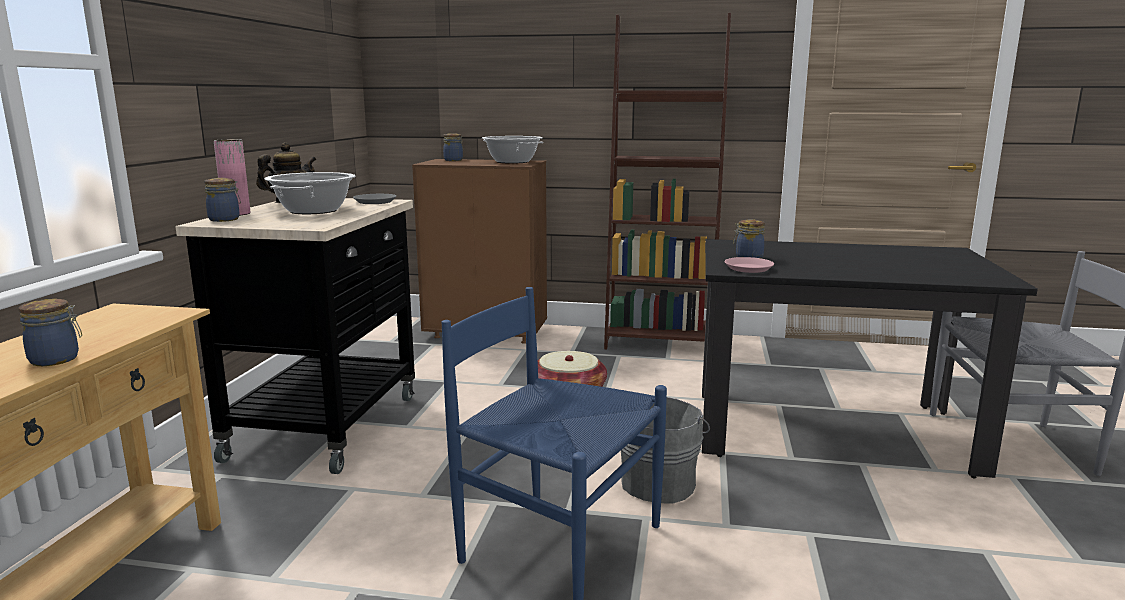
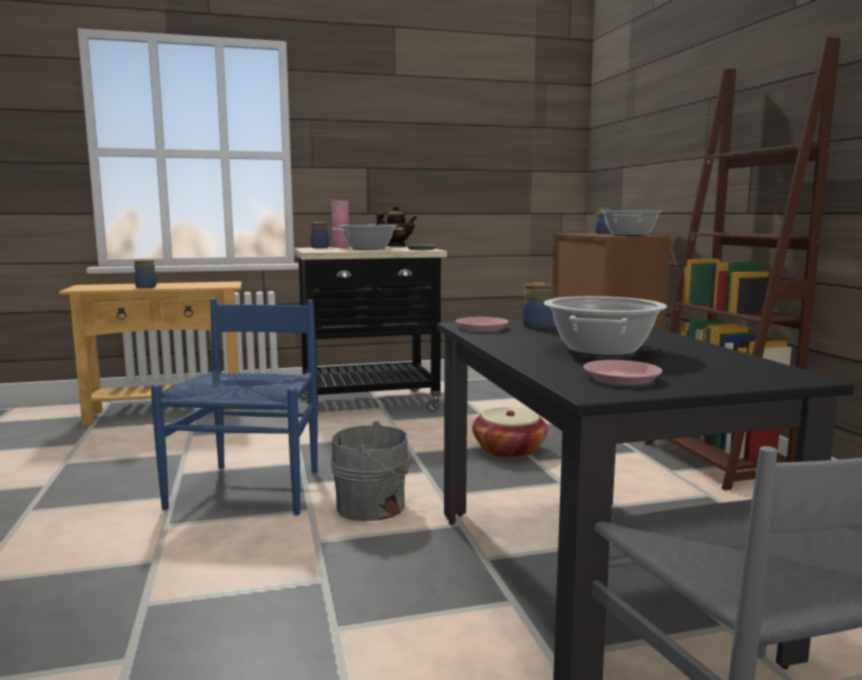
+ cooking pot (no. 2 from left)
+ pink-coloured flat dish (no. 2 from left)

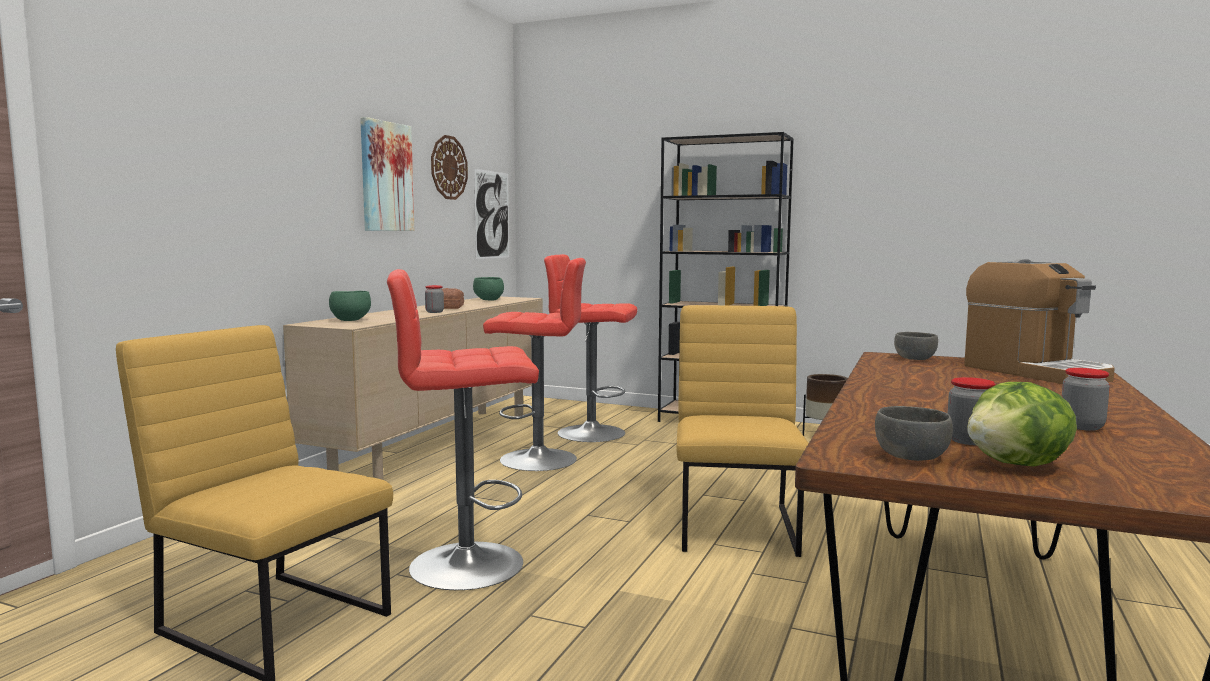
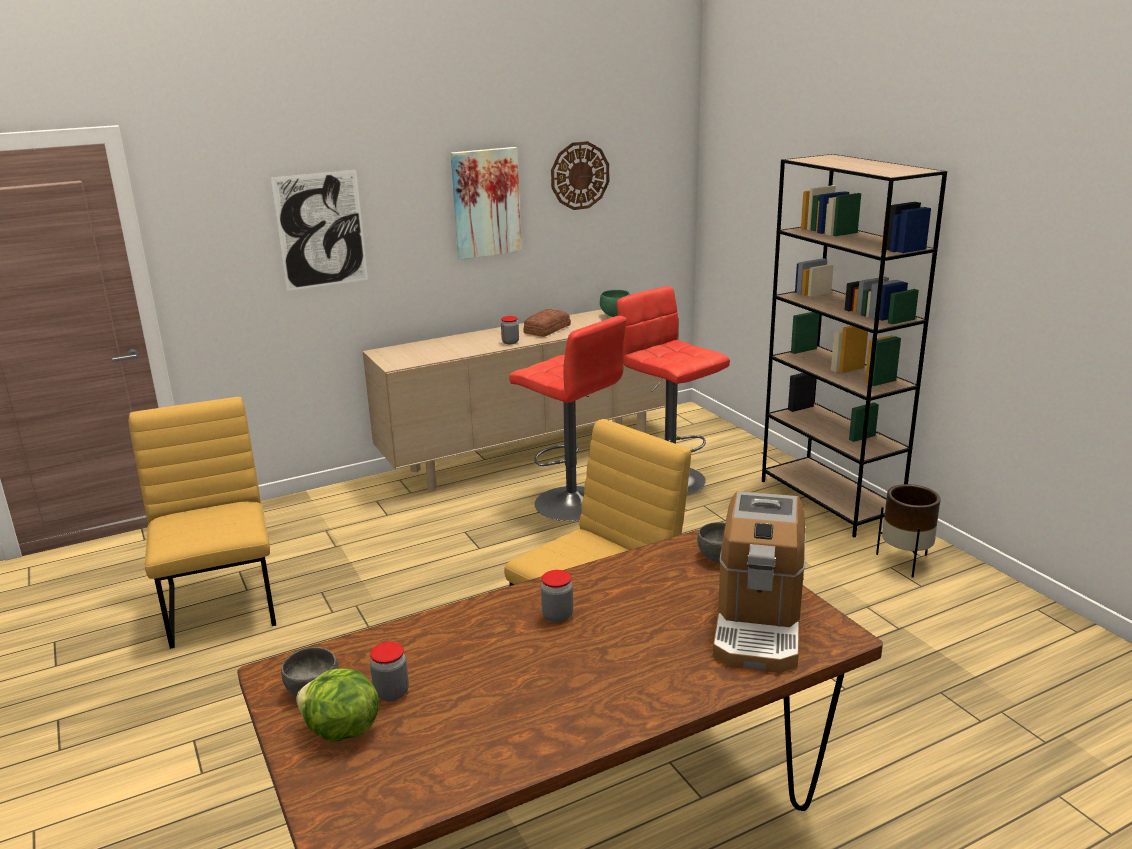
~ wall picture (no. 2 from left in the first image) to wall picture (no. 1 from left)
~ storage jar (no. 3 from left)
- greenish deep dish (no. 1 from left)
- red-coloured sitting stool (no. 1 from left)

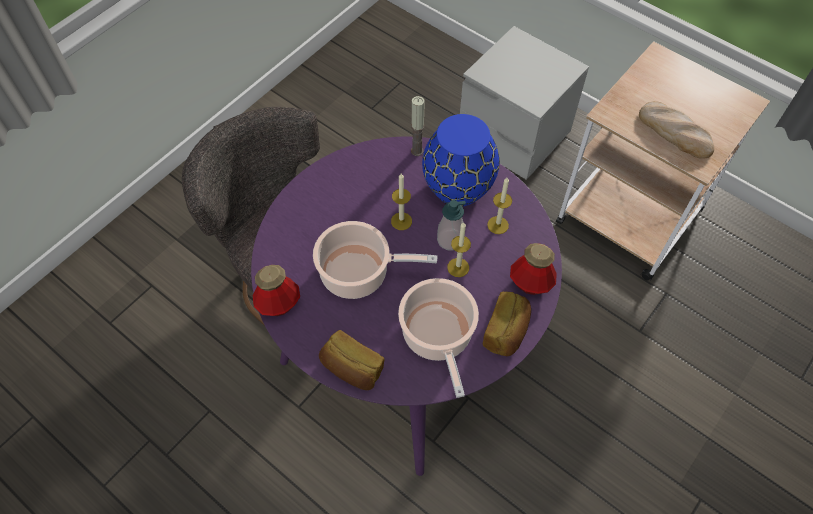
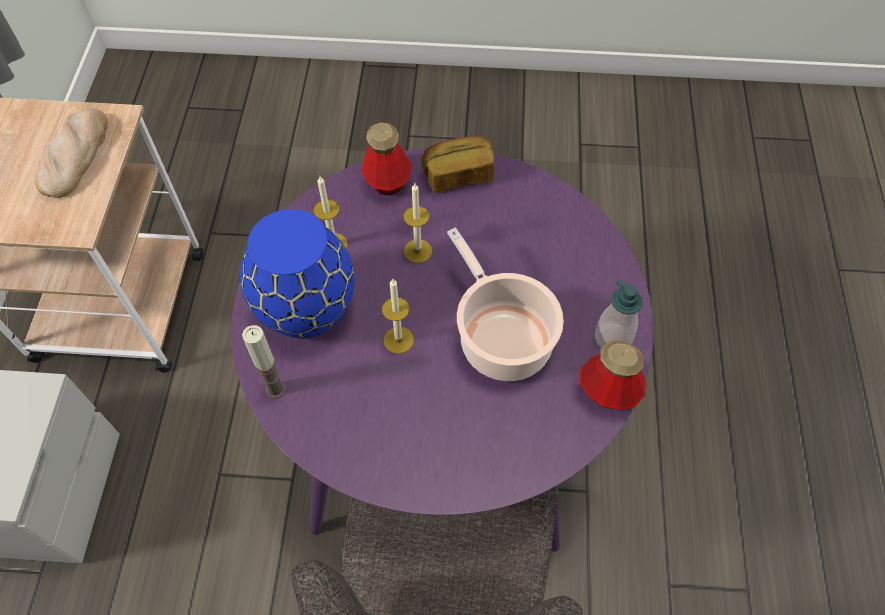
~ soap bottle
- bread (no. 1 from left)
- cooking pot (no. 2 from left)

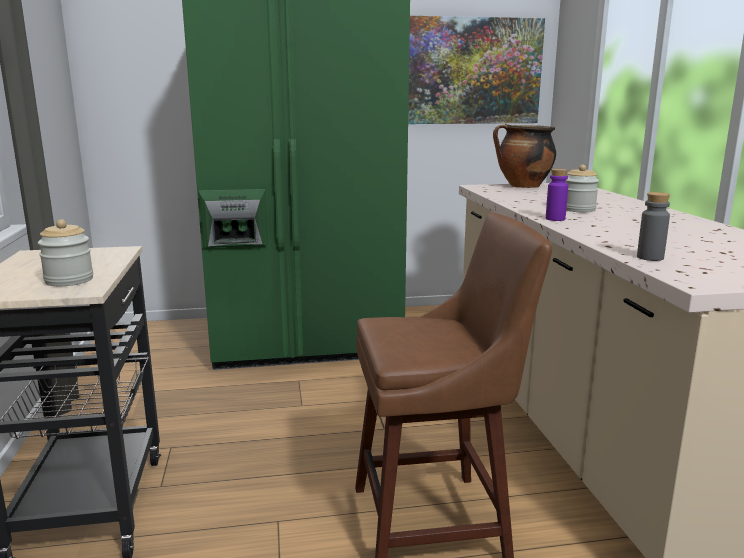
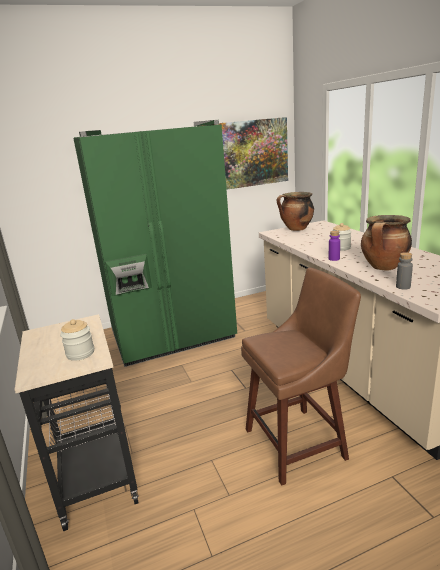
+ cooking pot (no. 2 from left)

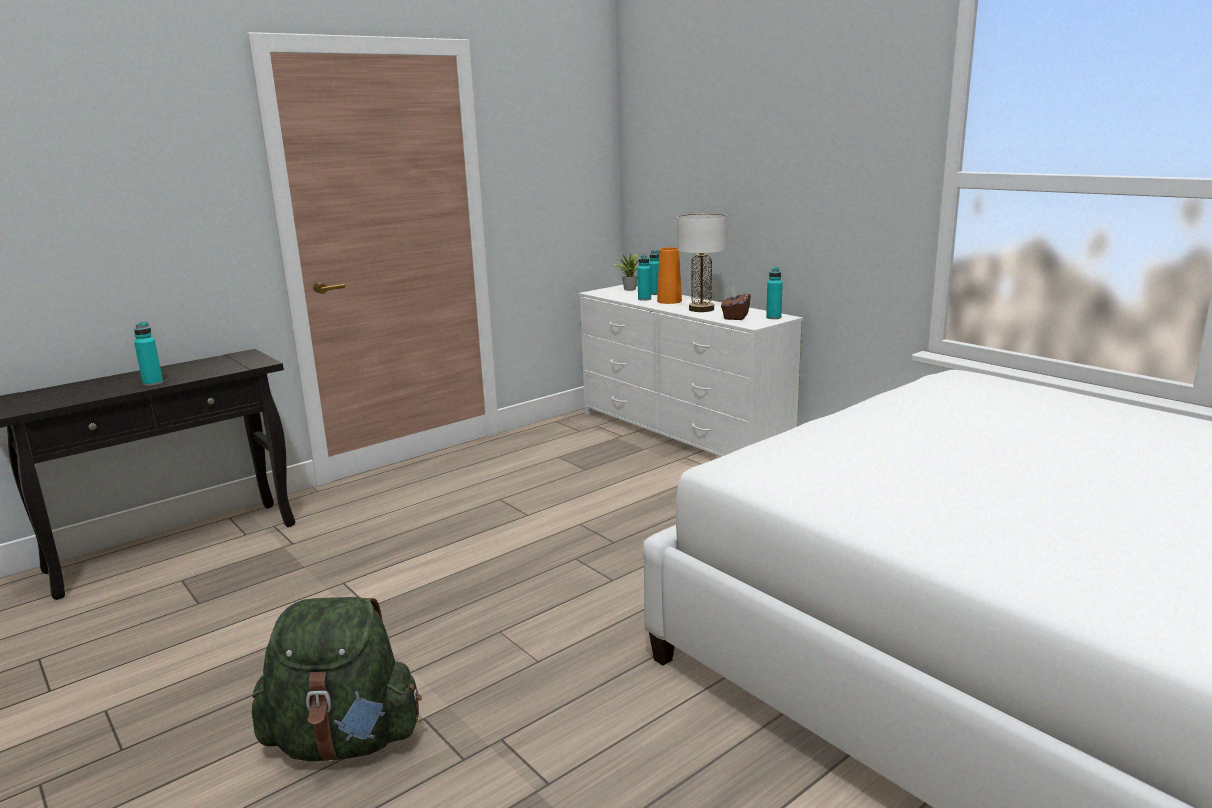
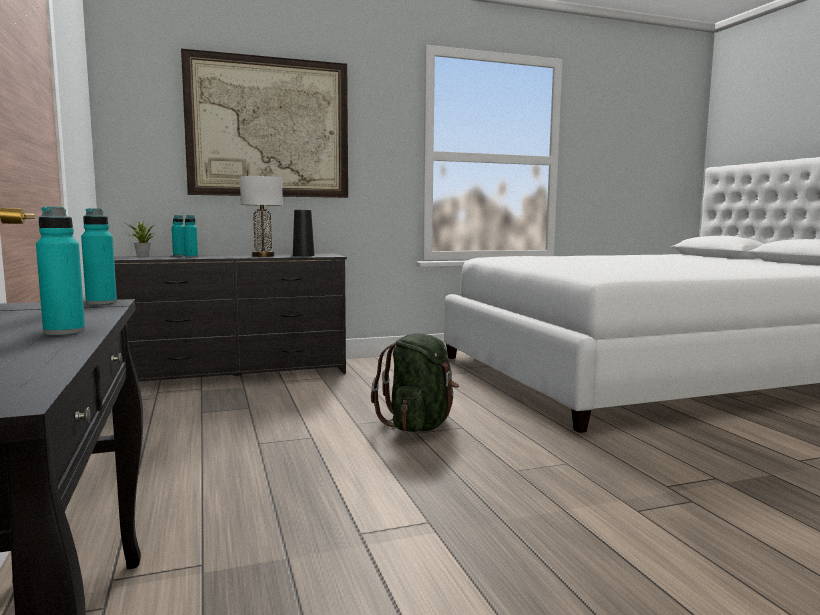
~ turquoise beverage bottle (no. 4 from left in the first image) to turquoise beverage bottle (no. 2 from left)
~ white chest of drawers to black chest of drawers
+ wall picture
~ brown box of tissues to black vase
~ greenish backpack
- orangey vase

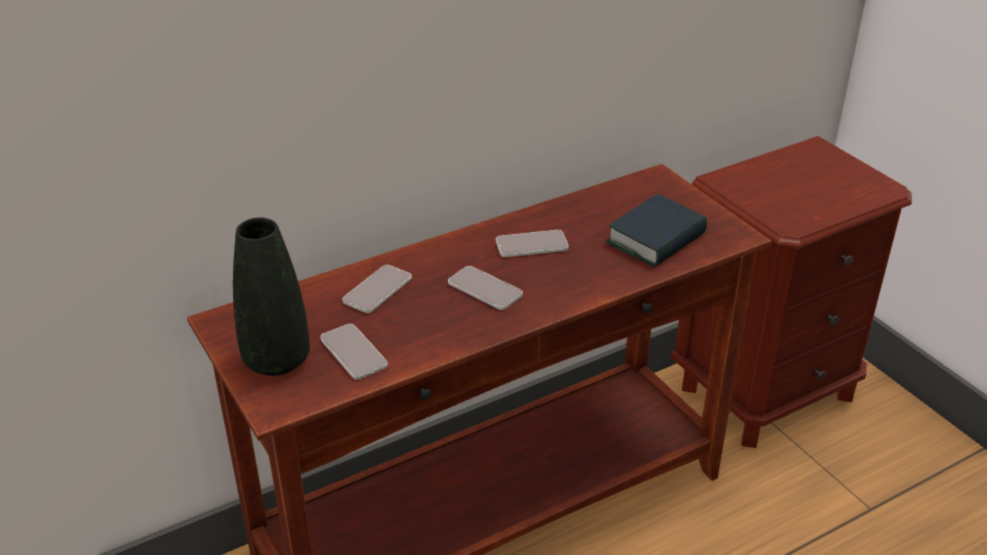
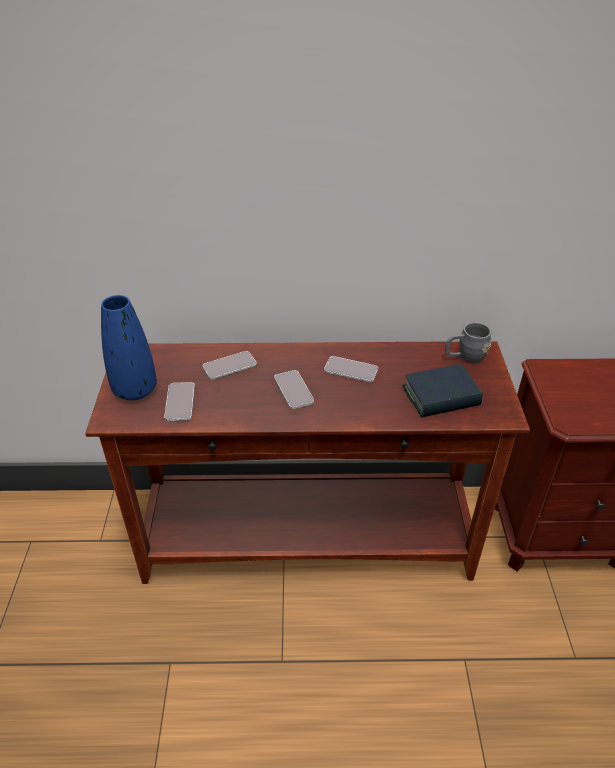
~ black vase to blue-coloured vase
+ gray coffee mug

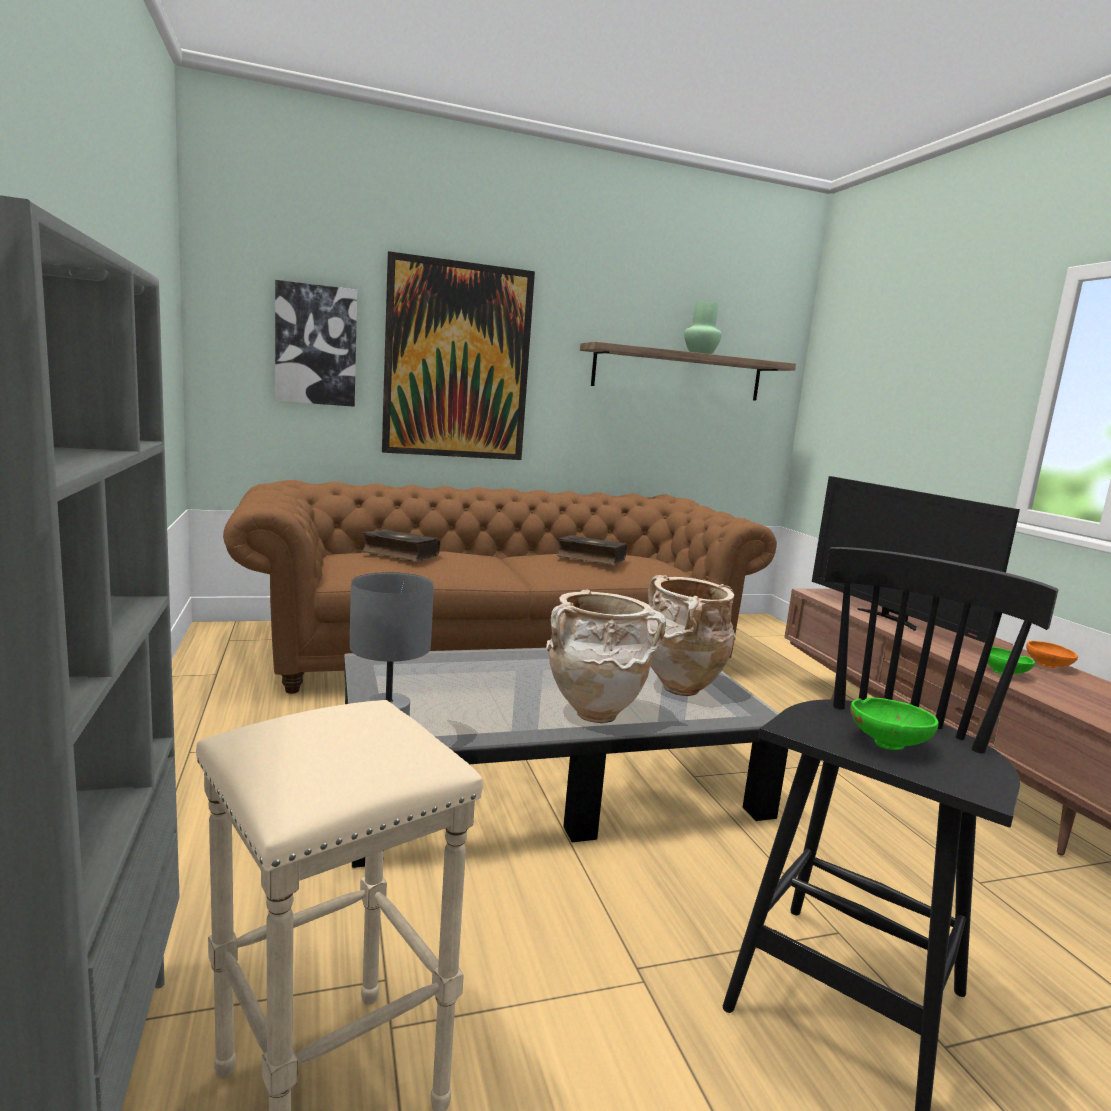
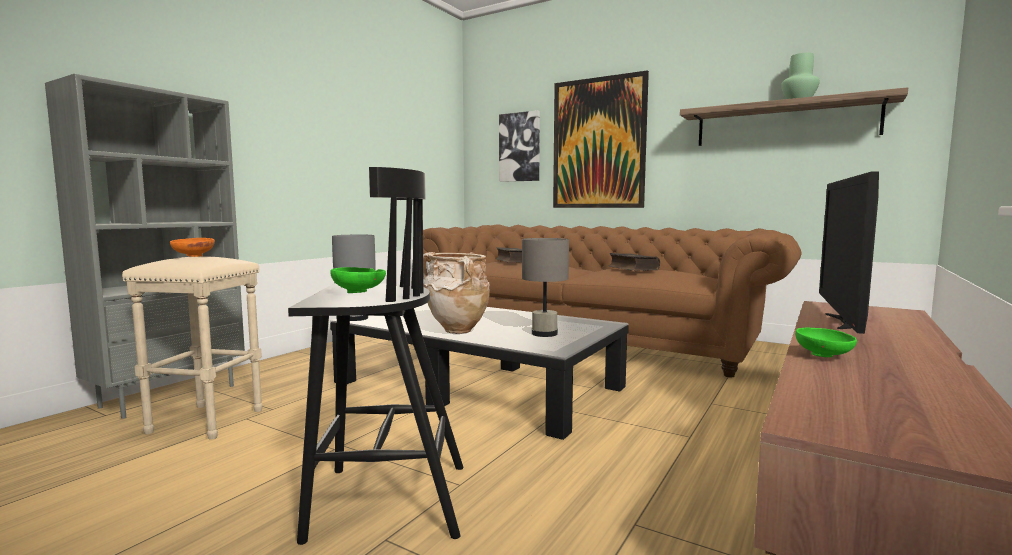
~ orangey deep dish
~ beige-coloured vase (no. 2 from left) to gray tabletop lamp (no. 2 from left)

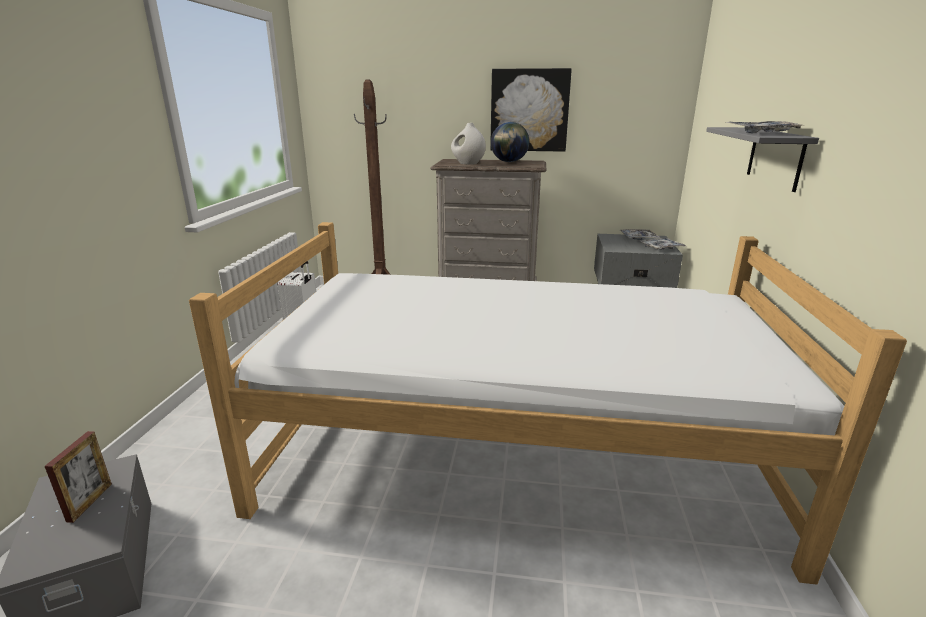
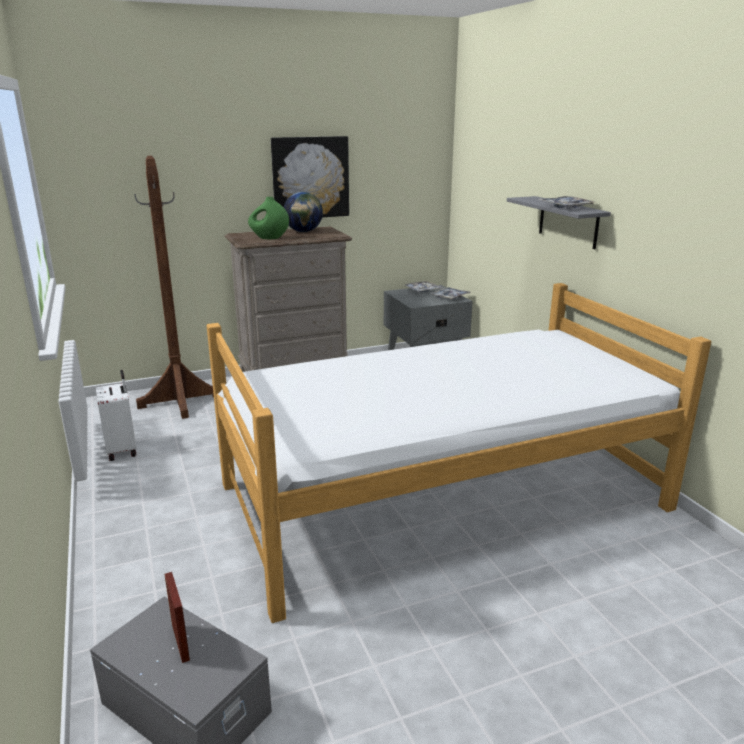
~ white vase to greenish vase

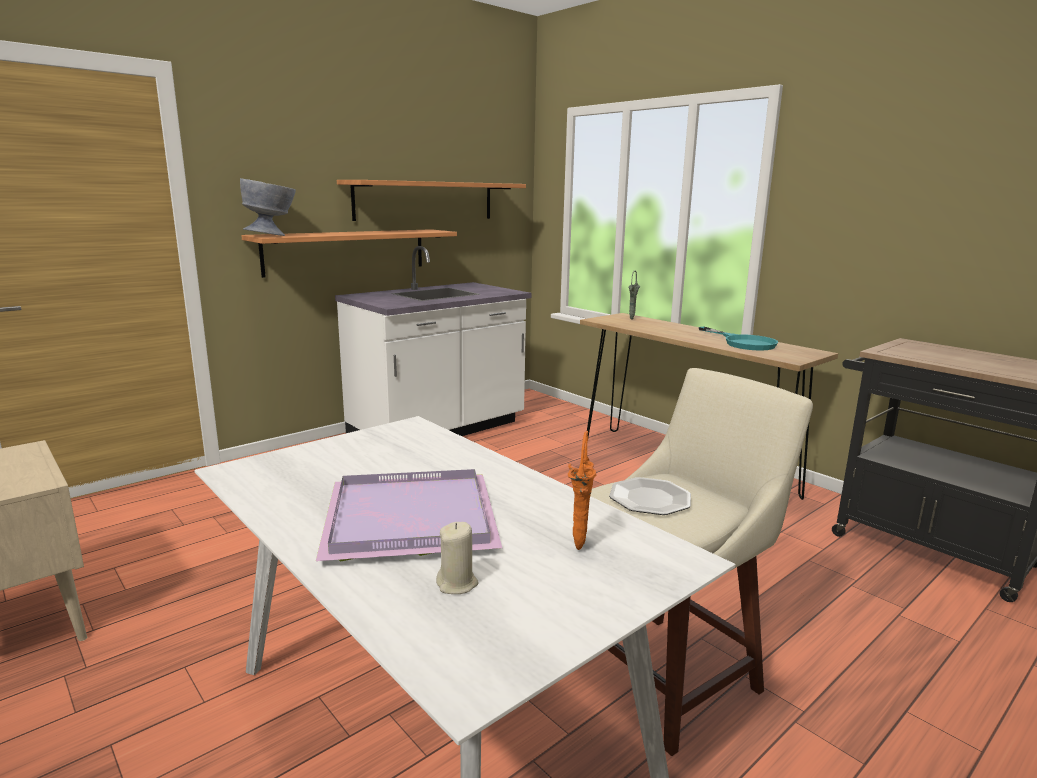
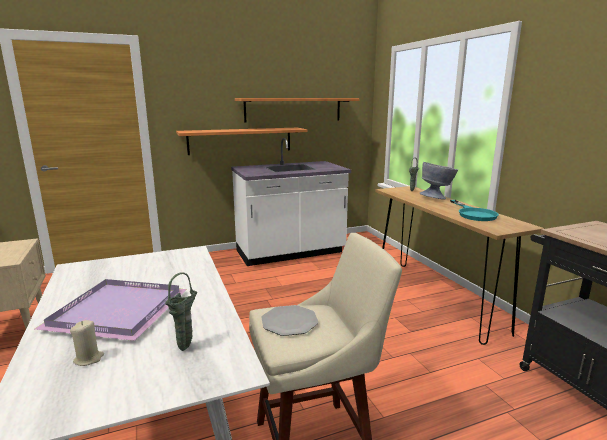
~ orangey vase to greenish vase (no. 1 from left)
~ gray deep dish

